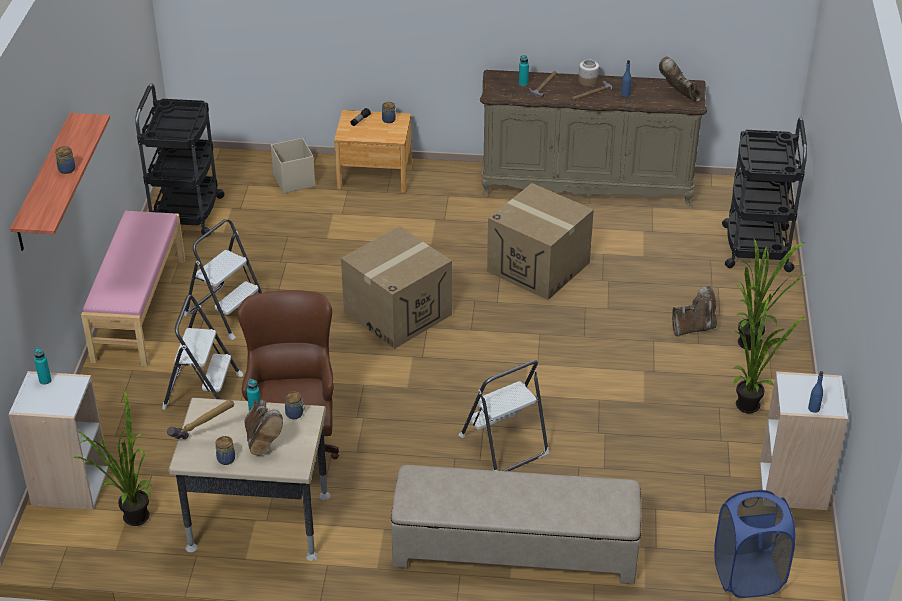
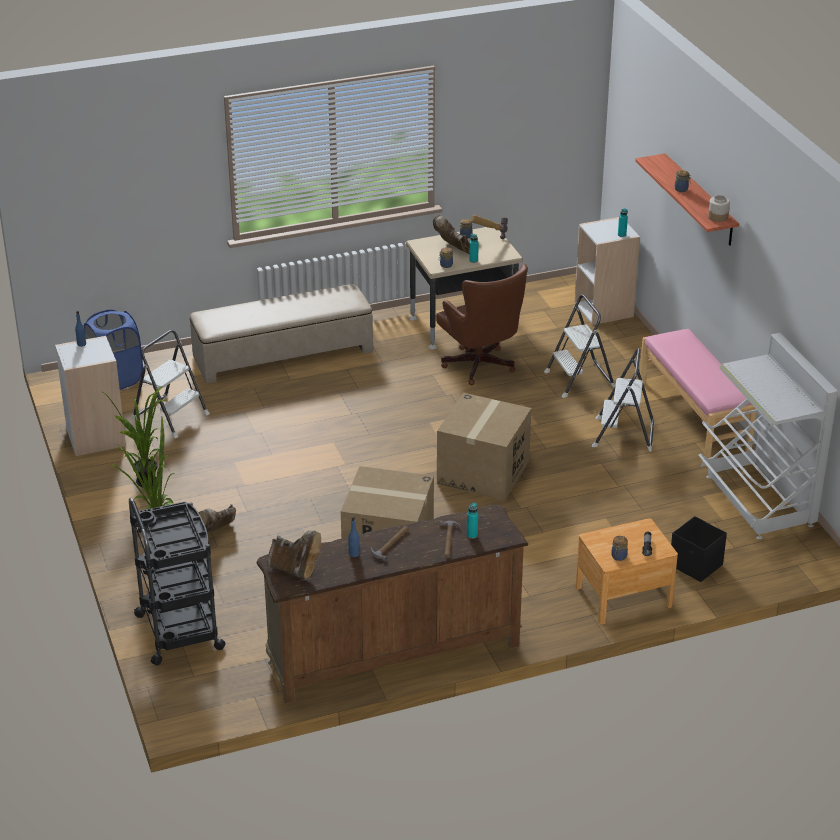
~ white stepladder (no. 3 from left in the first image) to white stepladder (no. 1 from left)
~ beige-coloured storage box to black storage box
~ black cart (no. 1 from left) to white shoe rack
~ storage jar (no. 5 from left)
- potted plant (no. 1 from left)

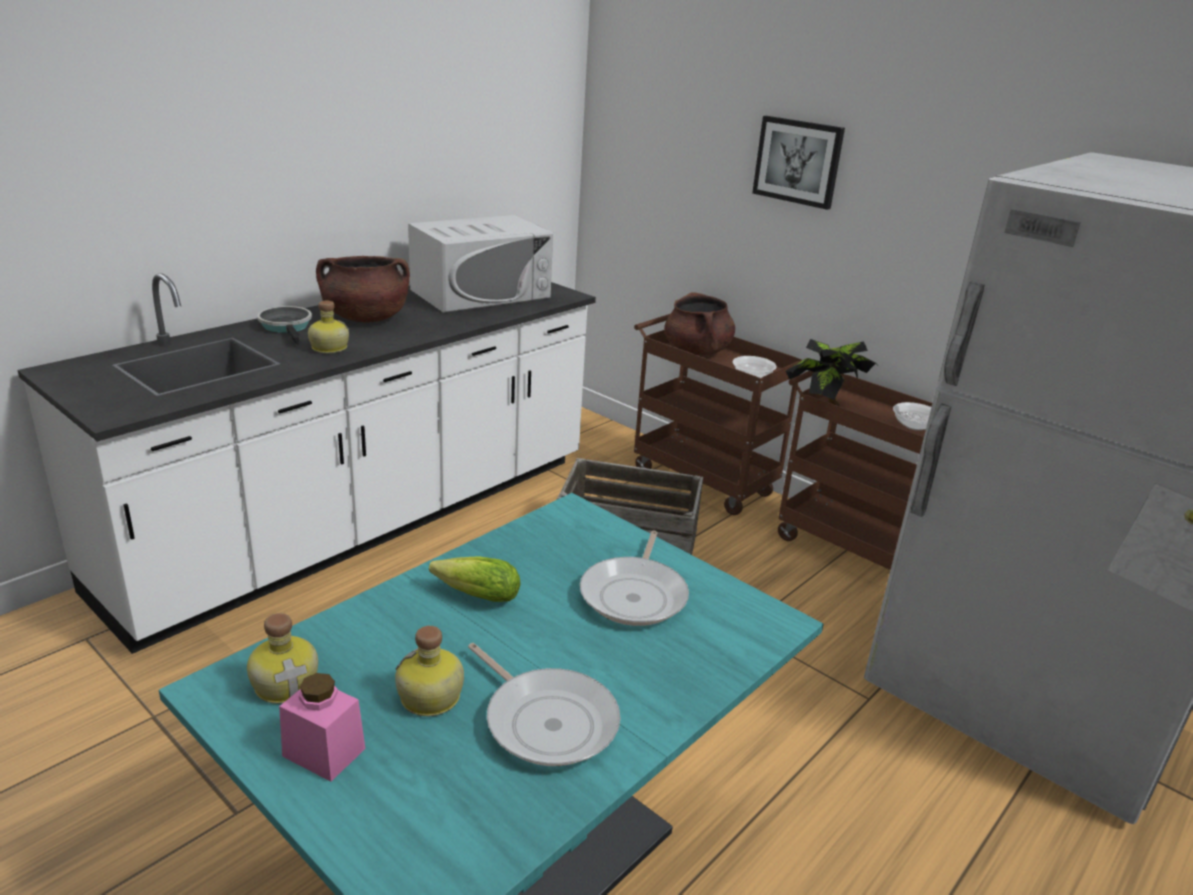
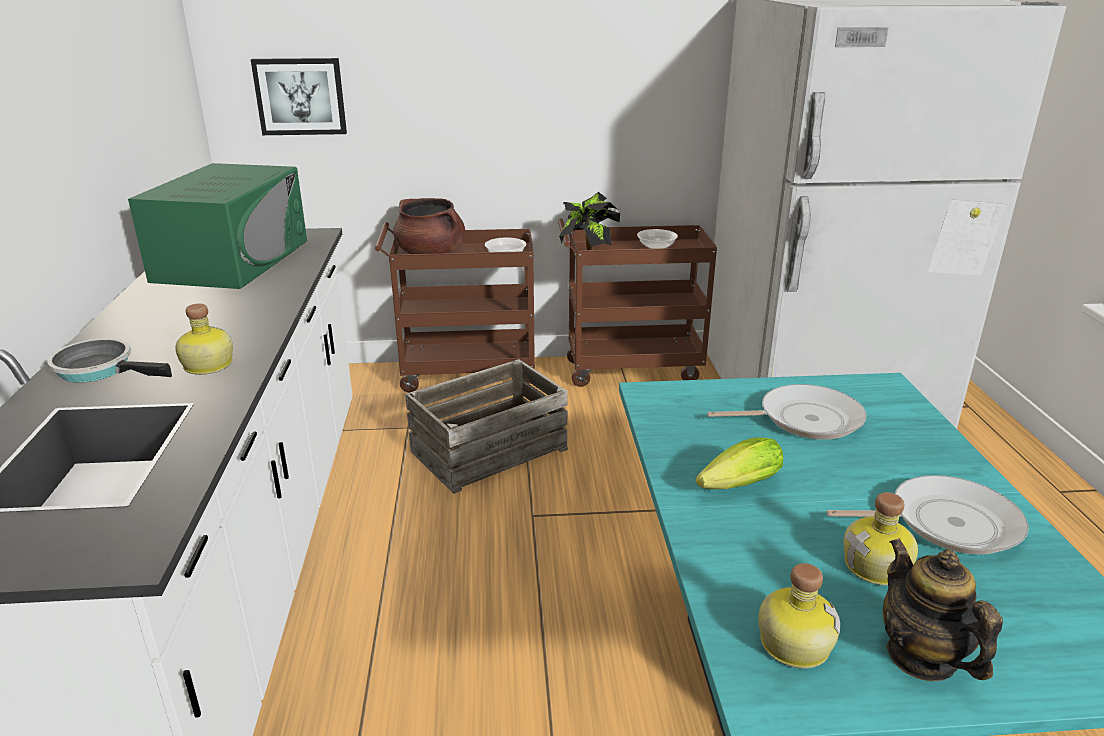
~ white microwave oven to greenish microwave oven
~ wall picture
~ pan (no. 3 from left in the first image) 60 degrees counterclockwise
~ pink-coloured storage jar to teapot
- brown cooking pot (no. 1 from left)

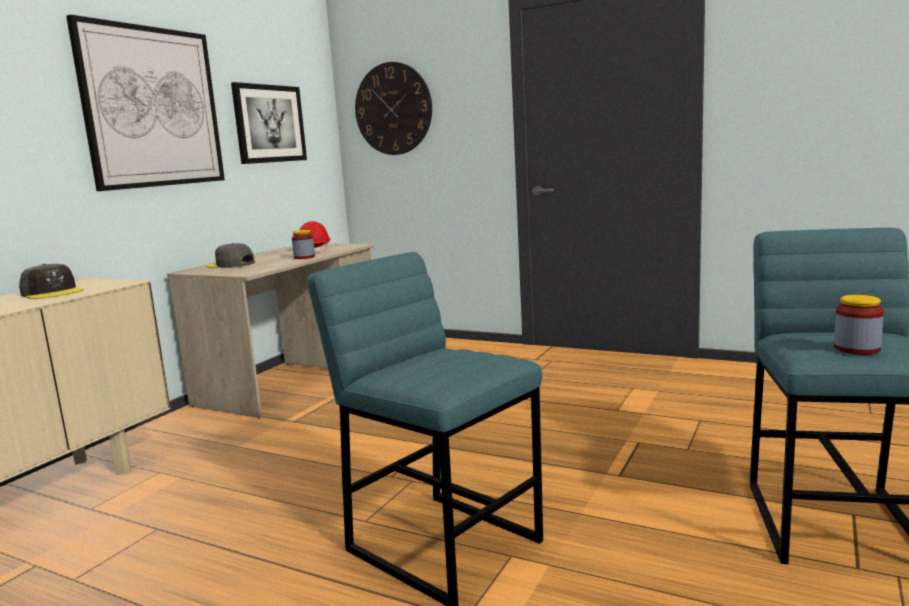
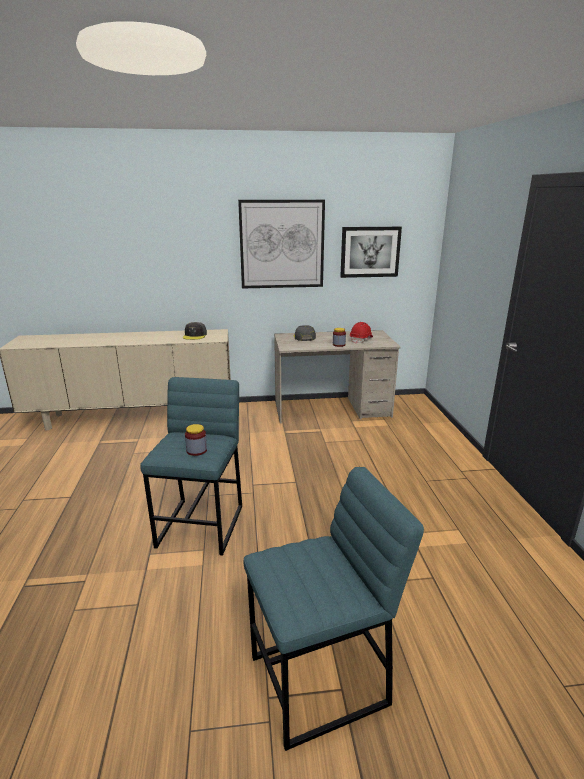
~ storage jar (no. 2 from left in the first image) to storage jar (no. 1 from left)
- hanging clock

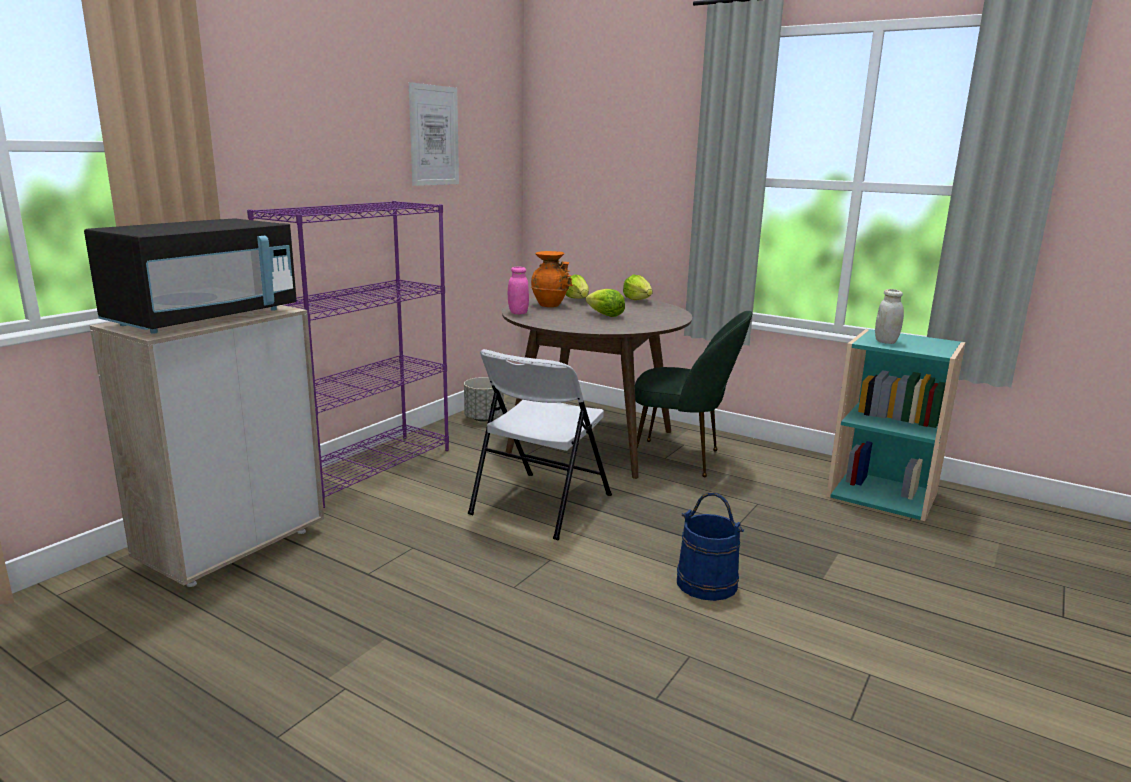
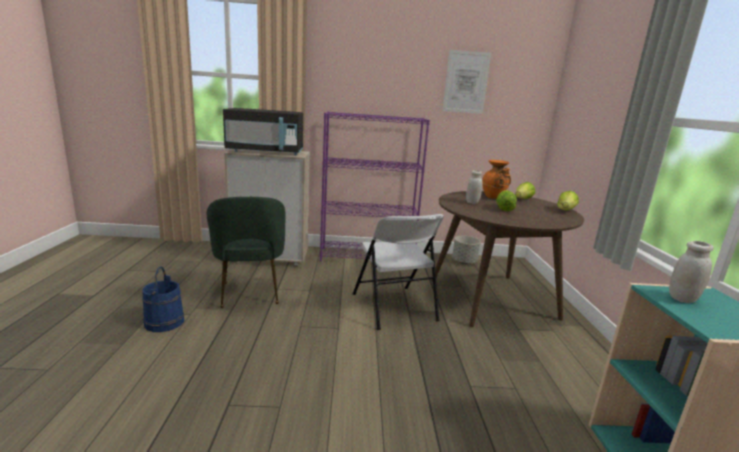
~ blue-coloured pail
~ greenish upright chair
~ white upright chair 105 degrees counterclockwise
+ white storage jar (no. 1 from left)
- pink-coloured storage jar

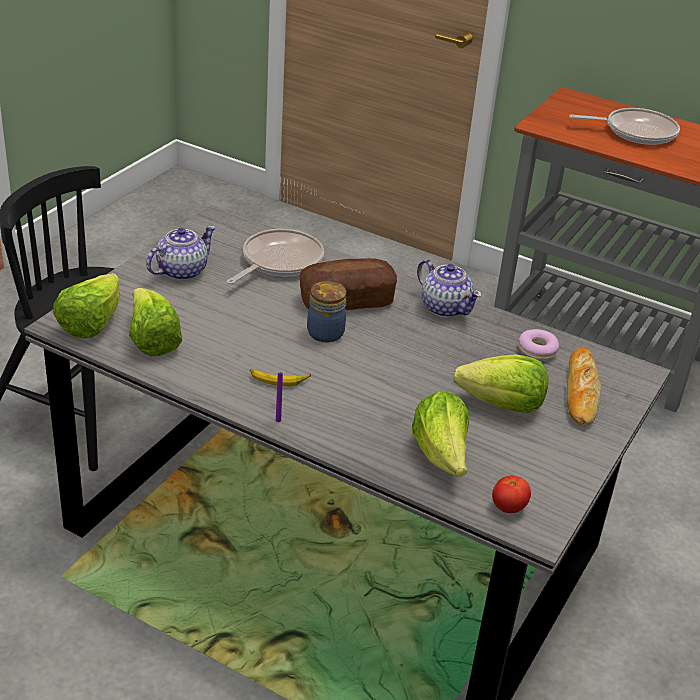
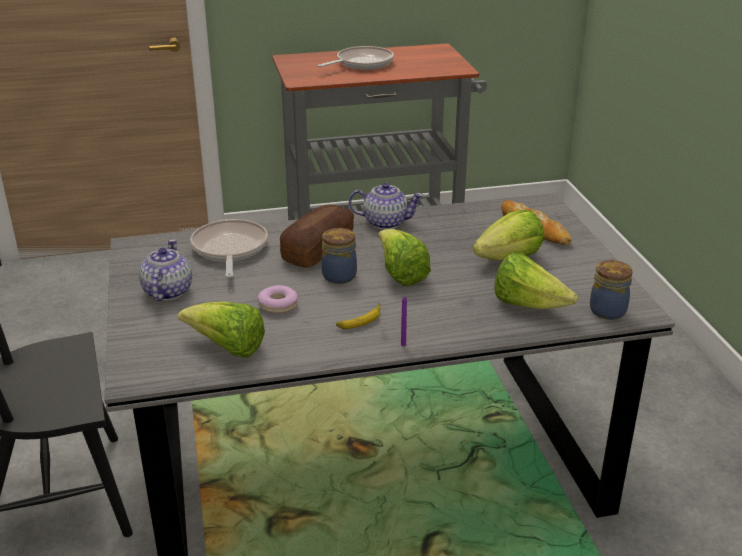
~ doughnut
~ lettuce head (no. 1 from left in the first image) to lettuce head (no. 2 from left)
~ fresh tomato to storage jar (no. 2 from left)

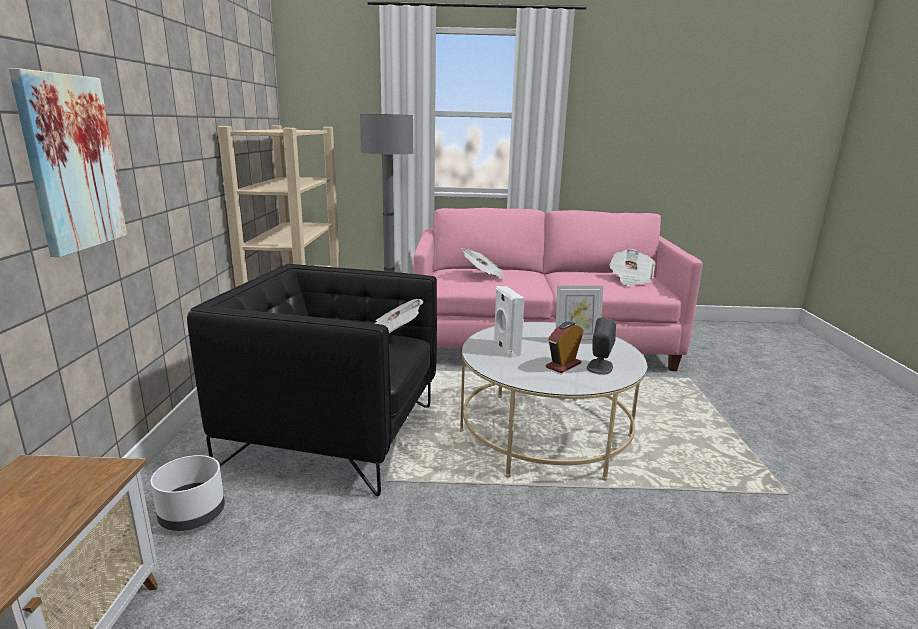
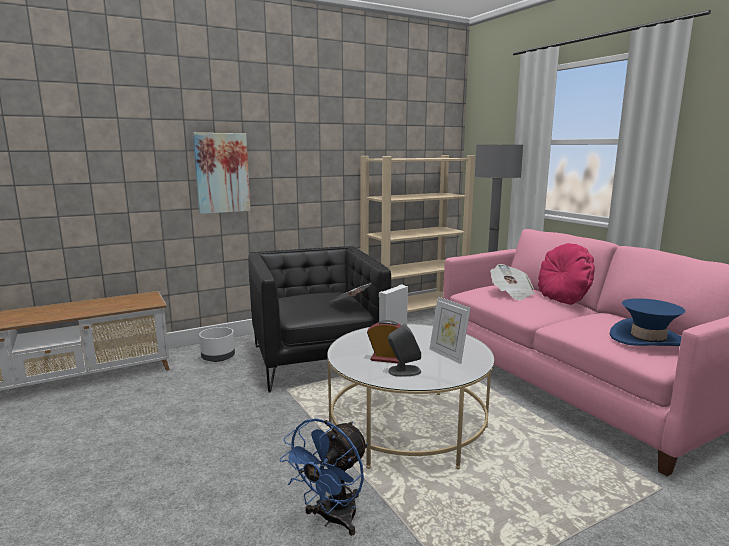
+ blue-coloured cooling fan
+ pink-coloured pillow
~ printed paper (no. 3 from left) to blue-coloured wearable hat

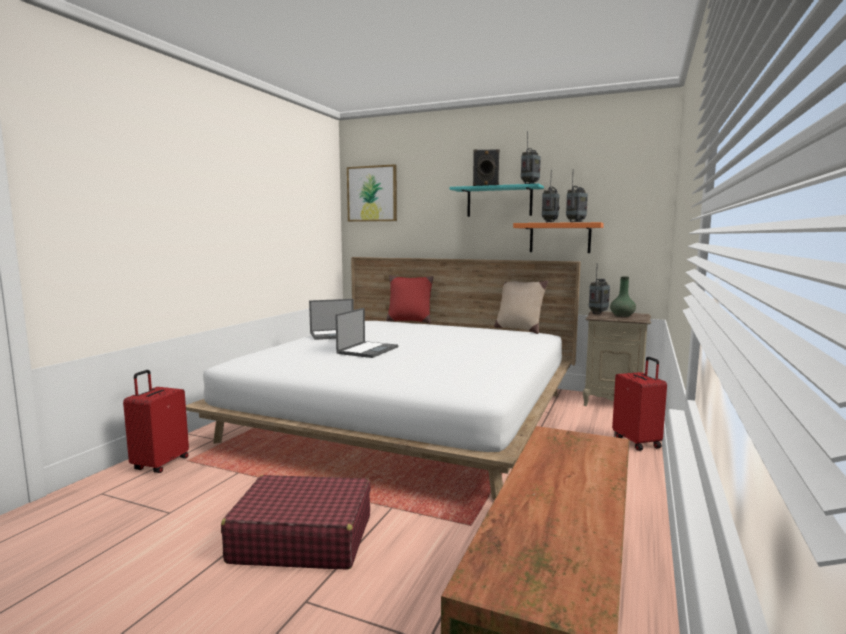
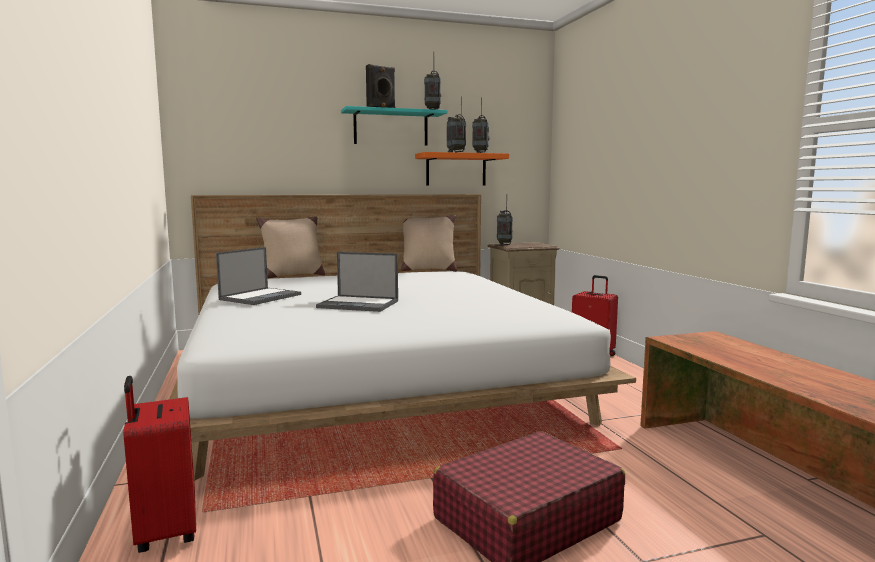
~ red-coloured pillow to beige-coloured pillow (no. 1 from left)
~ laptop (no. 2 from left) 120 degrees clockwise
- wall picture
- greenish vase

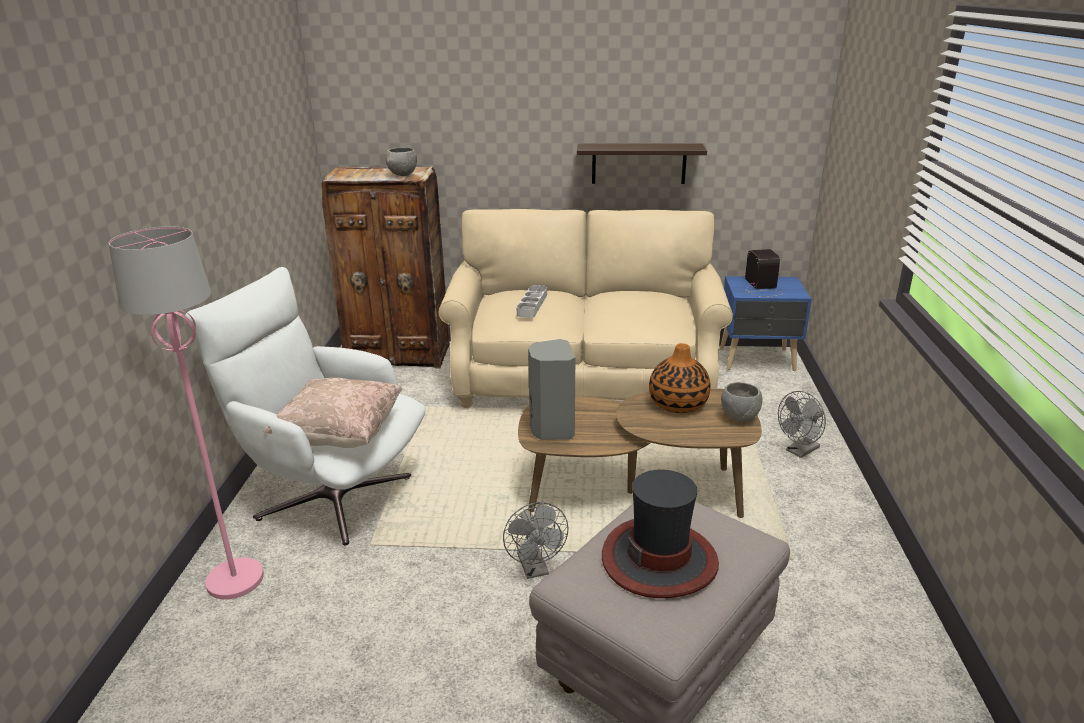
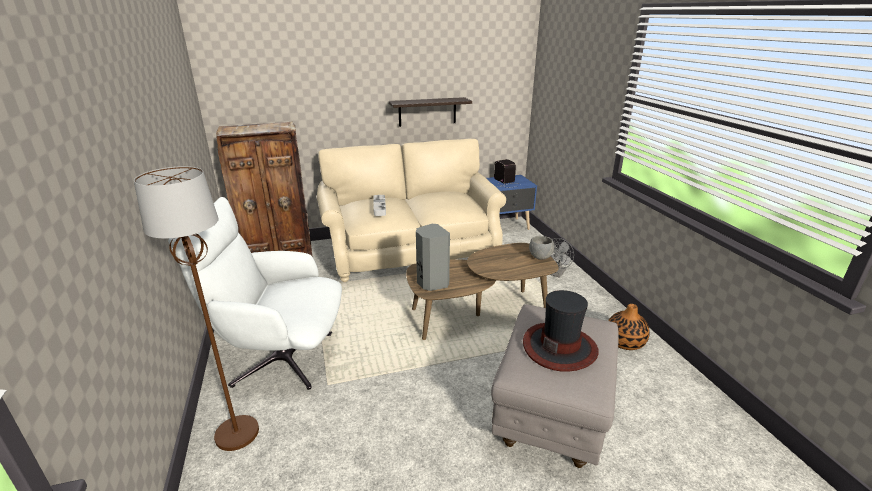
~ pink-coloured standard lamp to brown standard lamp
~ vase
- beige-coloured pillow
- gray deep dish (no. 1 from left)
- gray cooling fan (no. 1 from left)

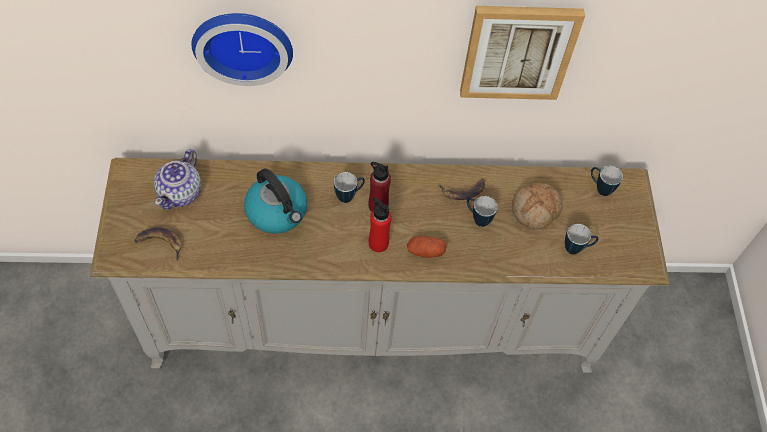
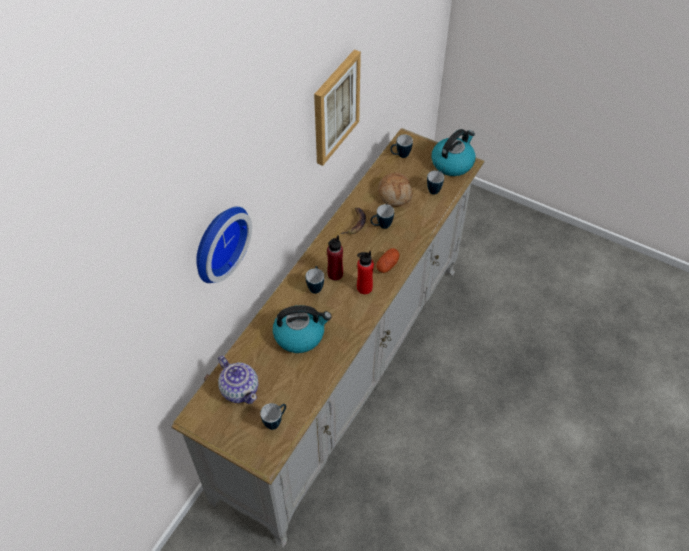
~ whole banana (no. 1 from left) to coffee mug (no. 1 from left)
+ kettle (no. 2 from left)

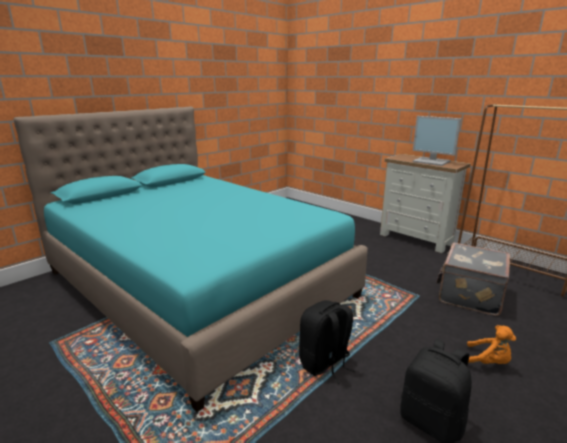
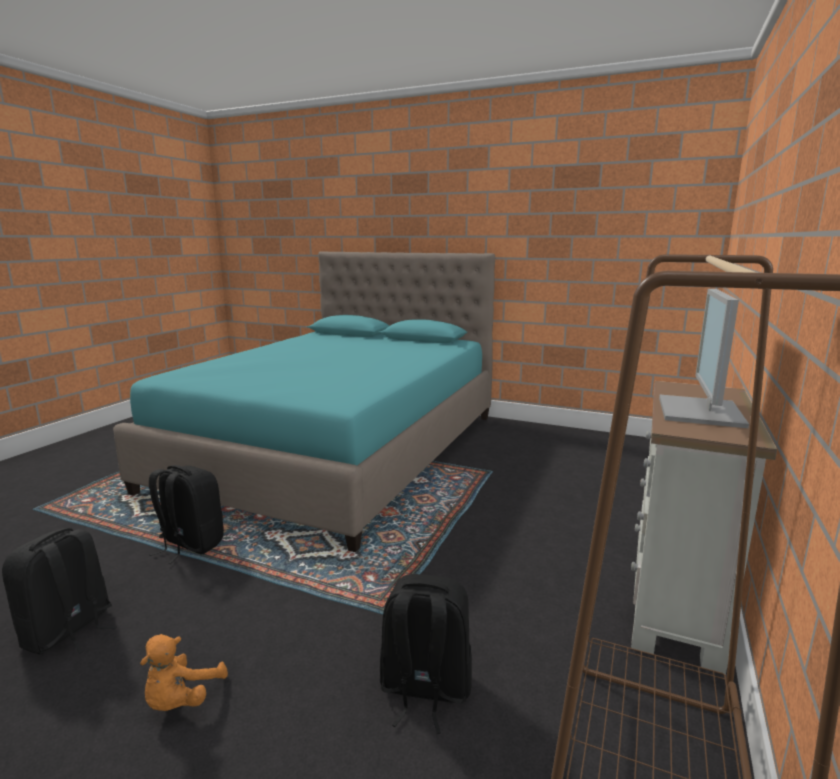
~ gray travel case to black backpack (no. 3 from left)

